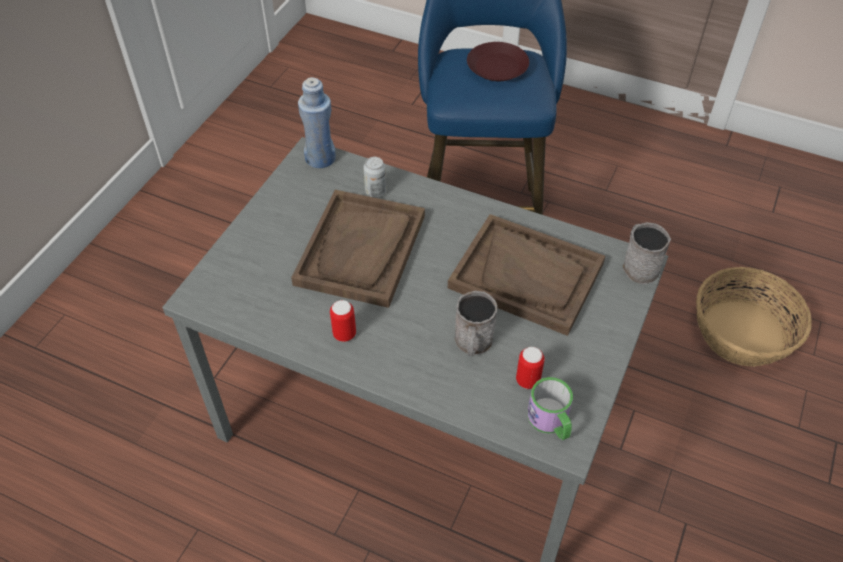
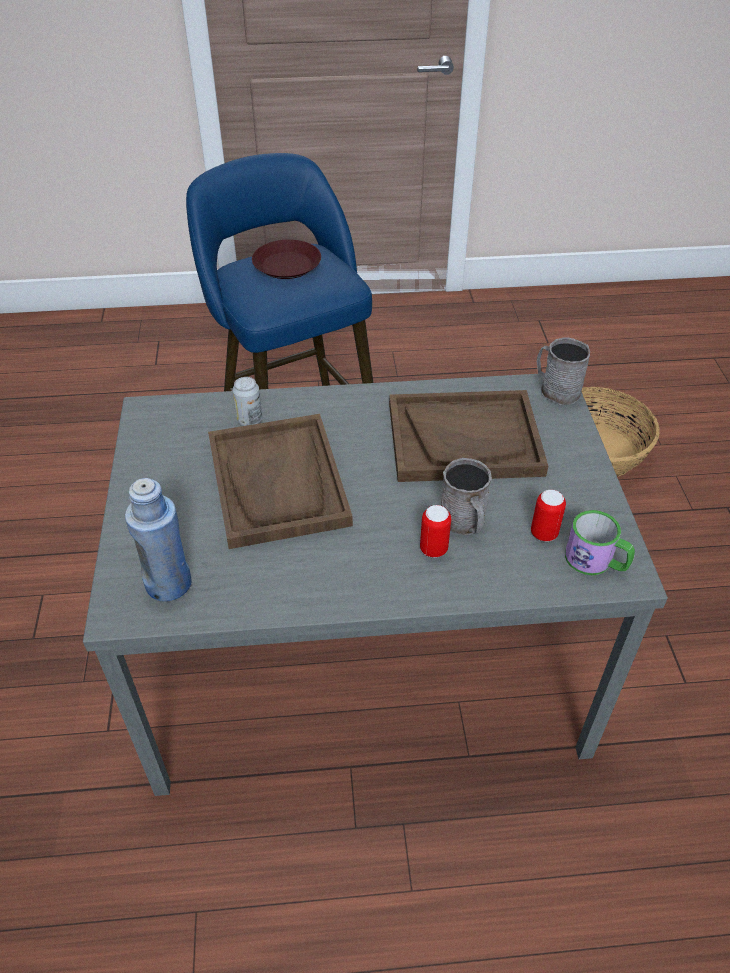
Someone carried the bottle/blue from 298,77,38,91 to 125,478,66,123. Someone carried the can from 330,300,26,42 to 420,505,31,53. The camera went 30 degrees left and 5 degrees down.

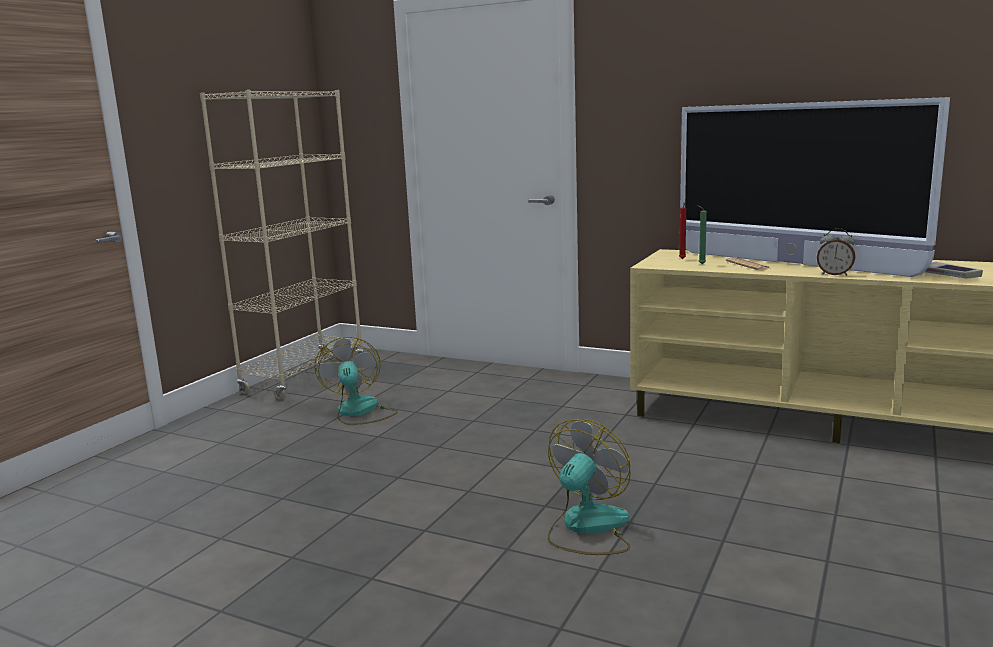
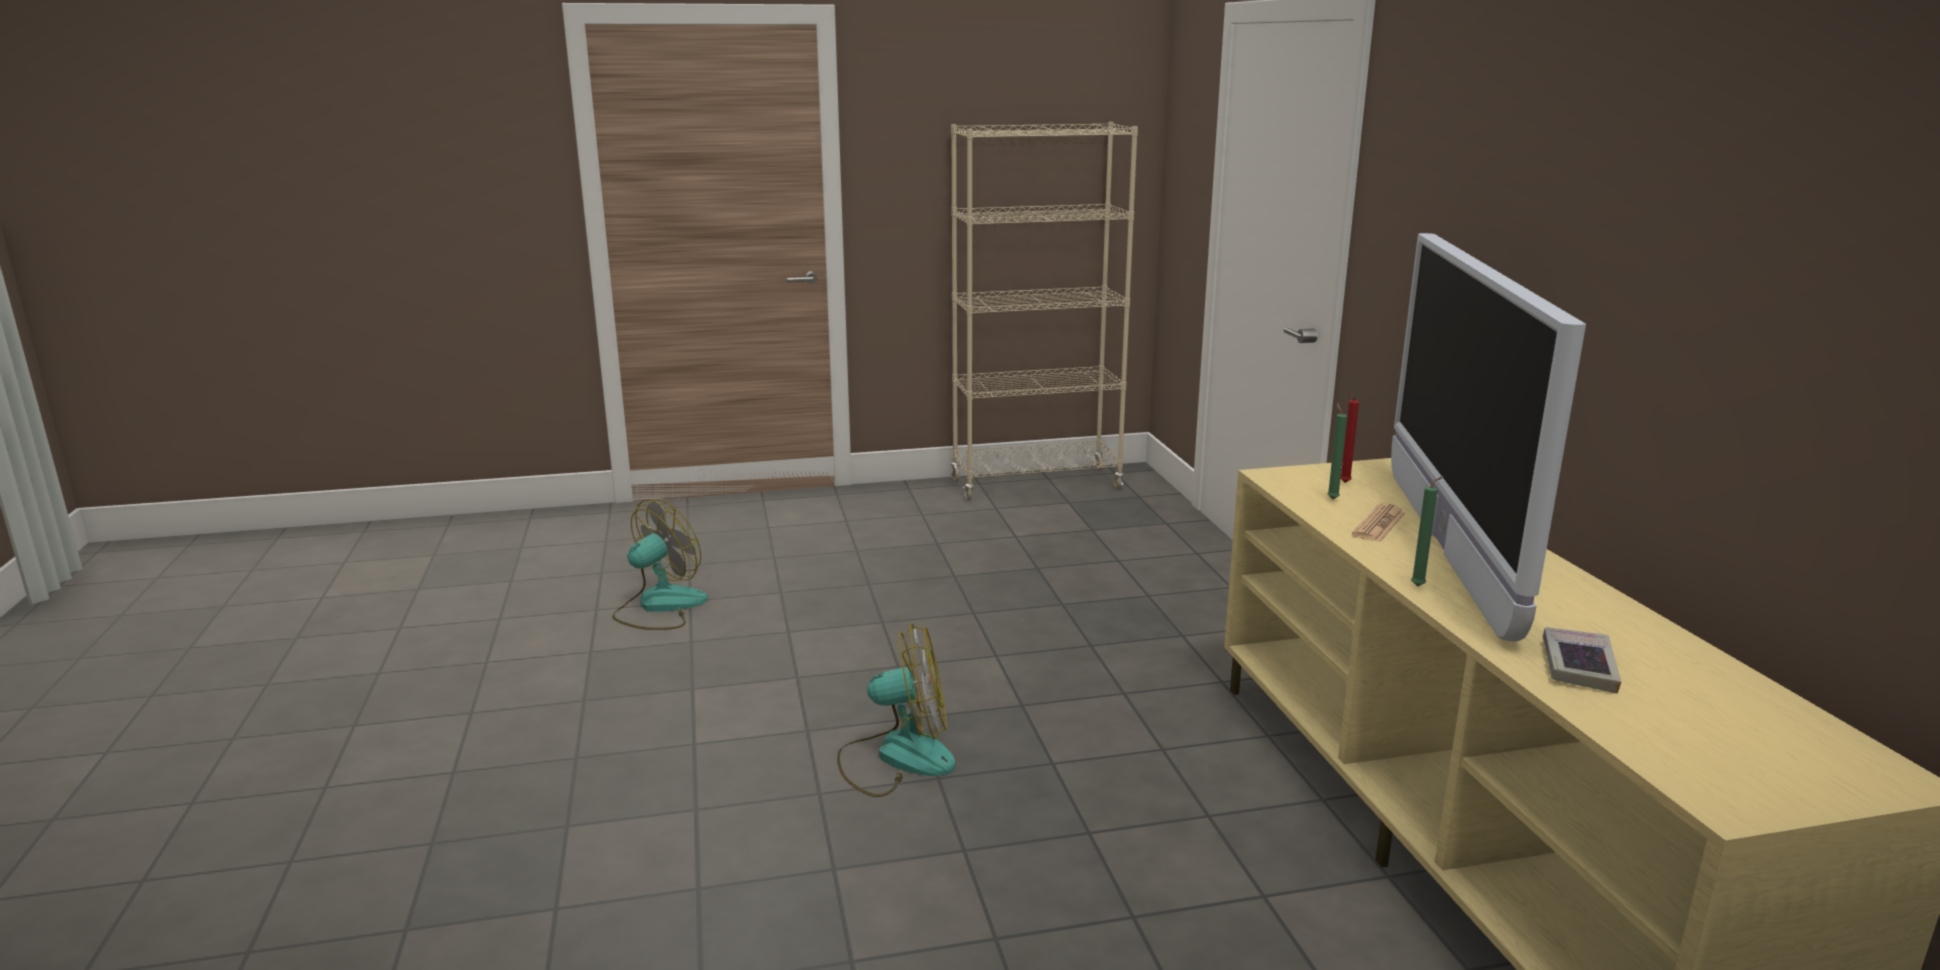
Someone carried the fan from 314,337,84,88 to 612,500,96,130. Someone swapped the alarm clock at 817,228,38,48 for the candle/green at 1411,476,33,111. The camera went 50 degrees right and 5 degrees up.

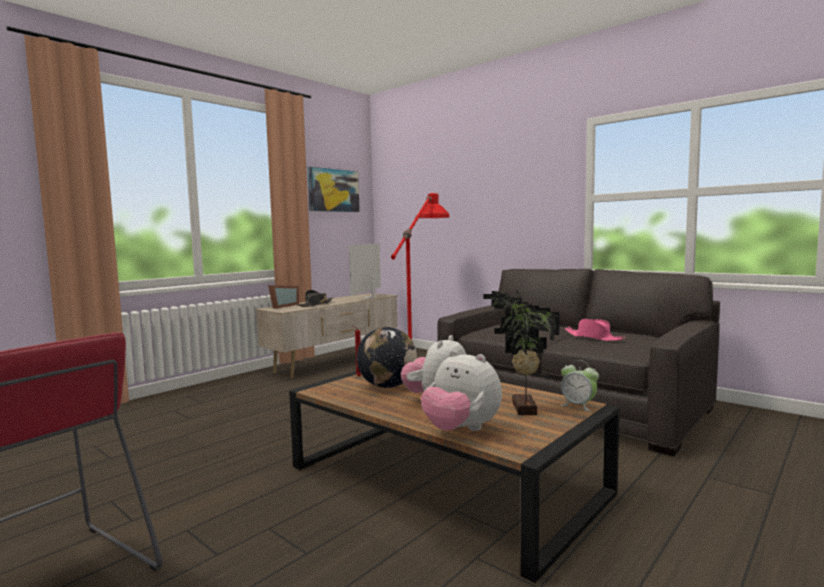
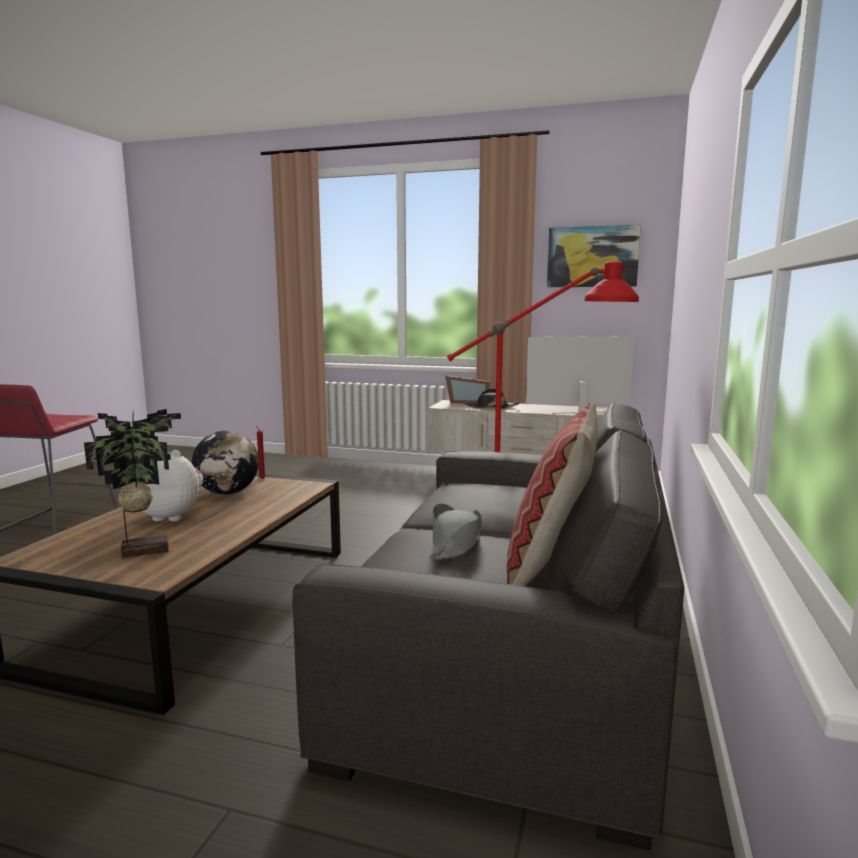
Someone took away the plush toy at 421,350,81,81. Someone took away the alarm clock at 561,360,38,52. Someone repainted the hat/pink at 564,319,61,22, which became the hat/grey at 429,503,53,57. Someone put down the pillow at 507,402,90,184. The camera went 65 degrees right and 5 degrees up.

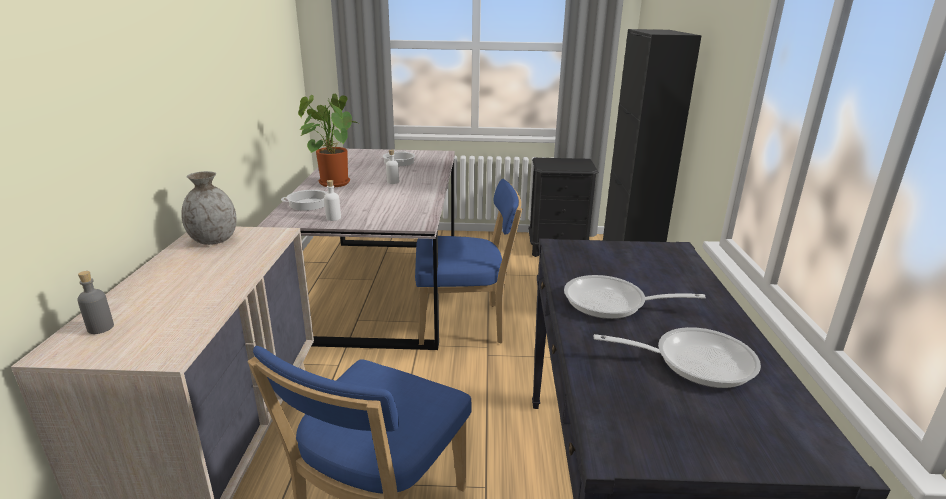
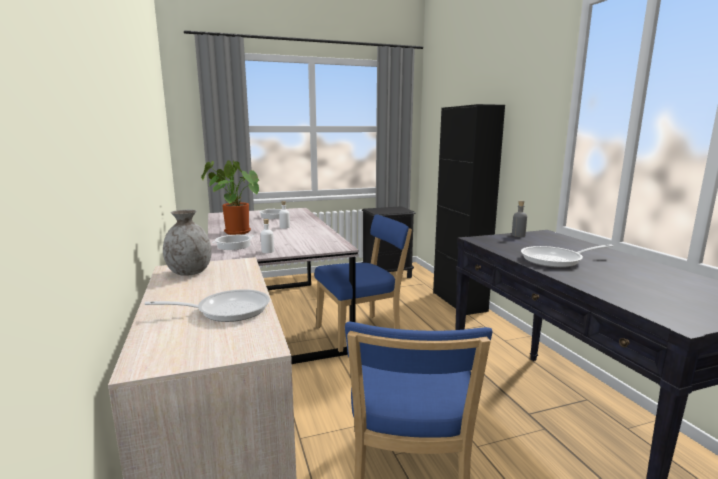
Someone carried the bottle/grey from 77,271,37,63 to 512,201,15,36. Someone carried the frying pan from 594,327,167,61 to 144,289,126,33. The camera went 20 degrees left and 10 degrees down.

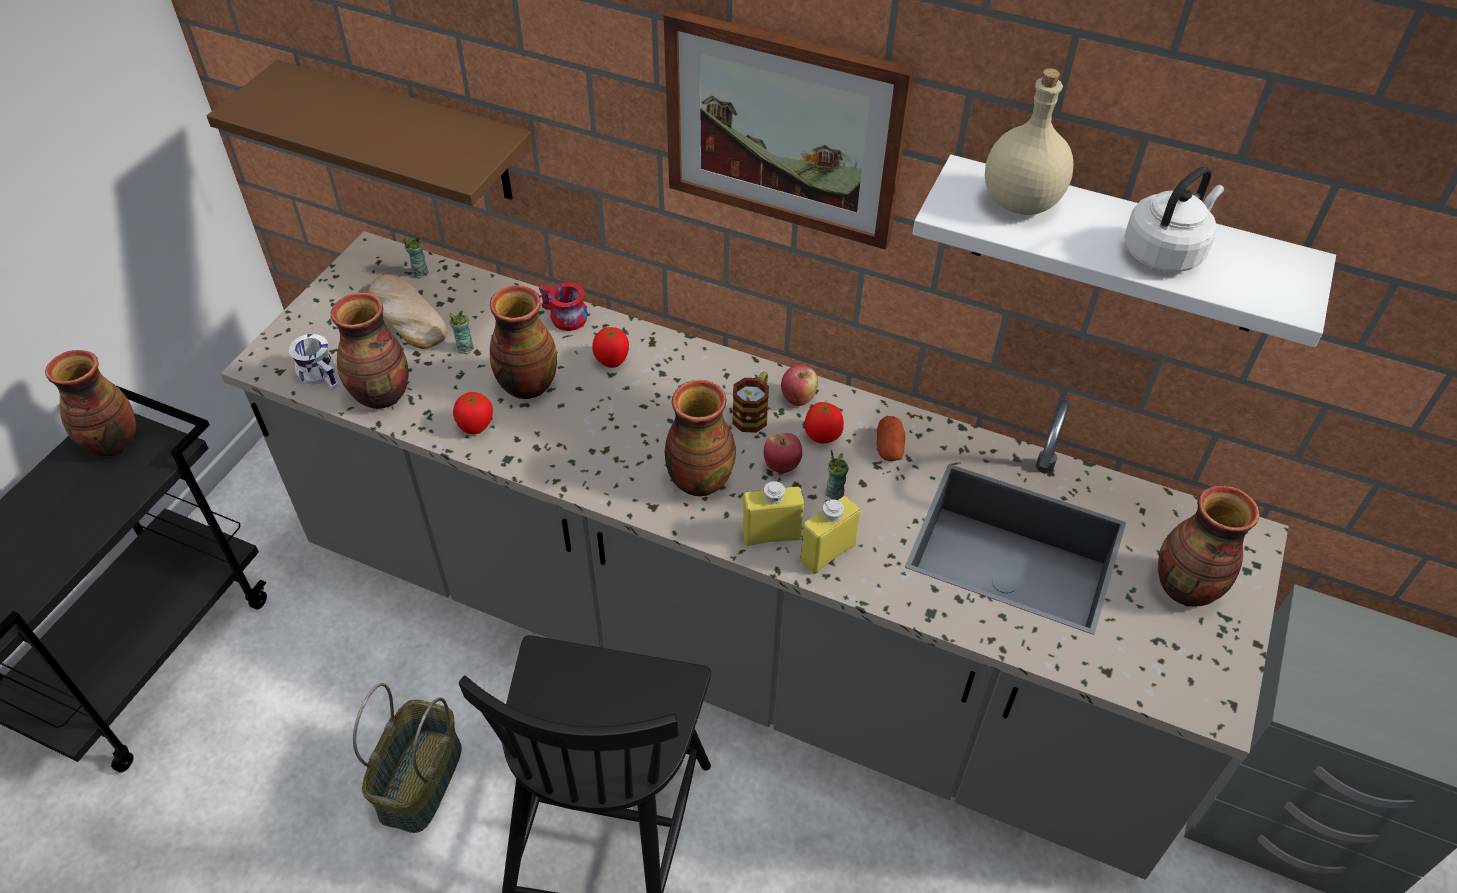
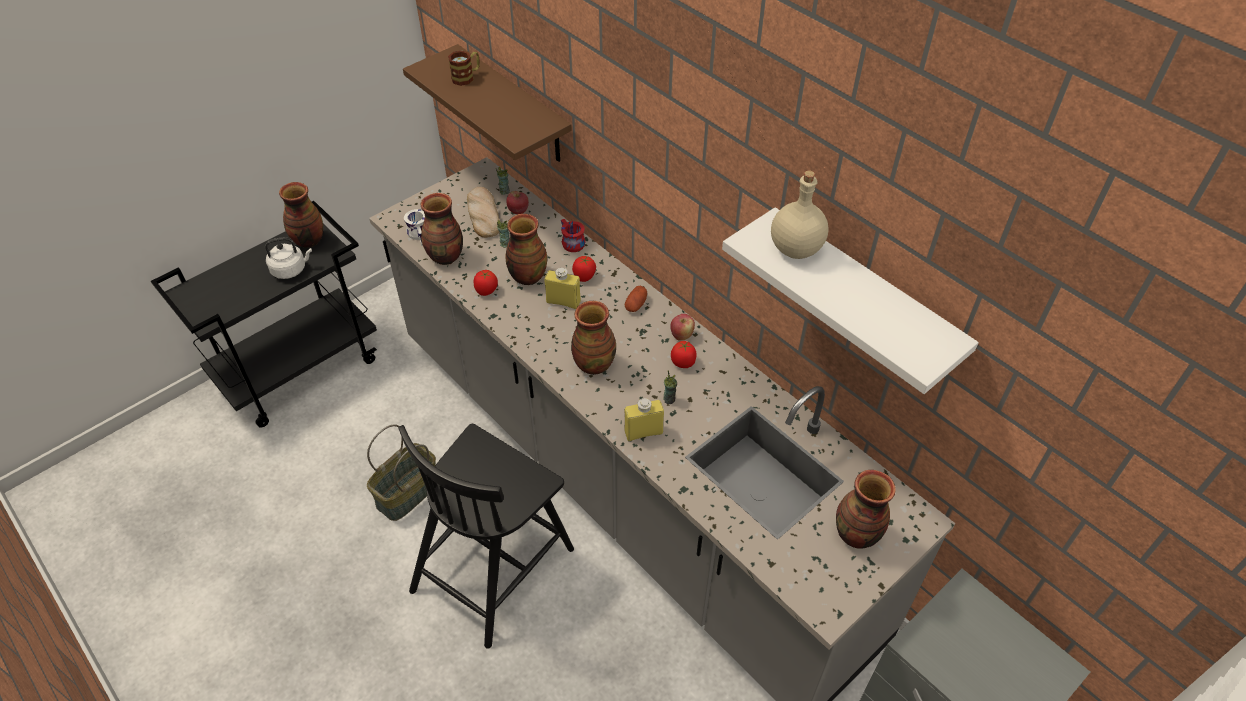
Someone took away the picture at 664,8,251,242. Someone carried the mug from 732,372,37,61 to 448,51,32,35. Someone carried the bottle/yellow from 742,481,62,65 to 544,268,37,41. Someone carried the apple from 764,433,38,40 to 506,191,23,23. Someone carried the potato from 877,416,28,45 to 625,286,22,26. Someone carried the kettle/white from 1124,166,100,106 to 265,237,47,42. The camera went 25 degrees right and 0 degrees up.

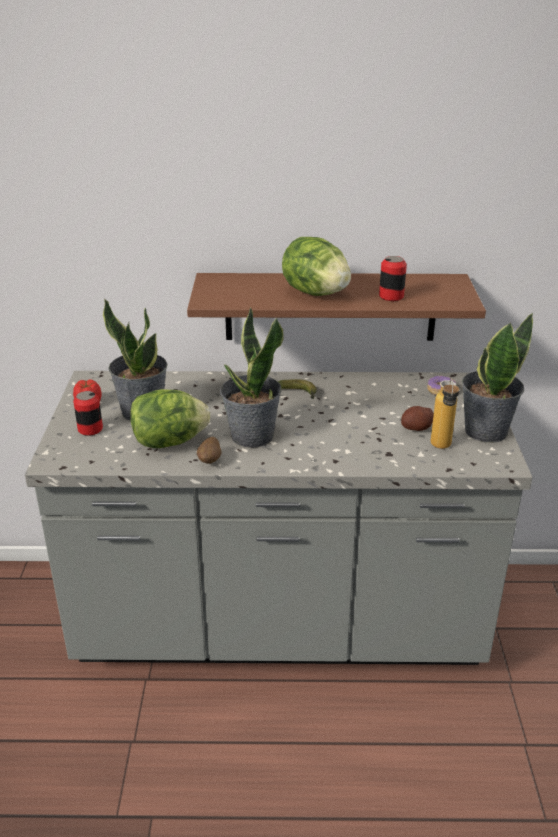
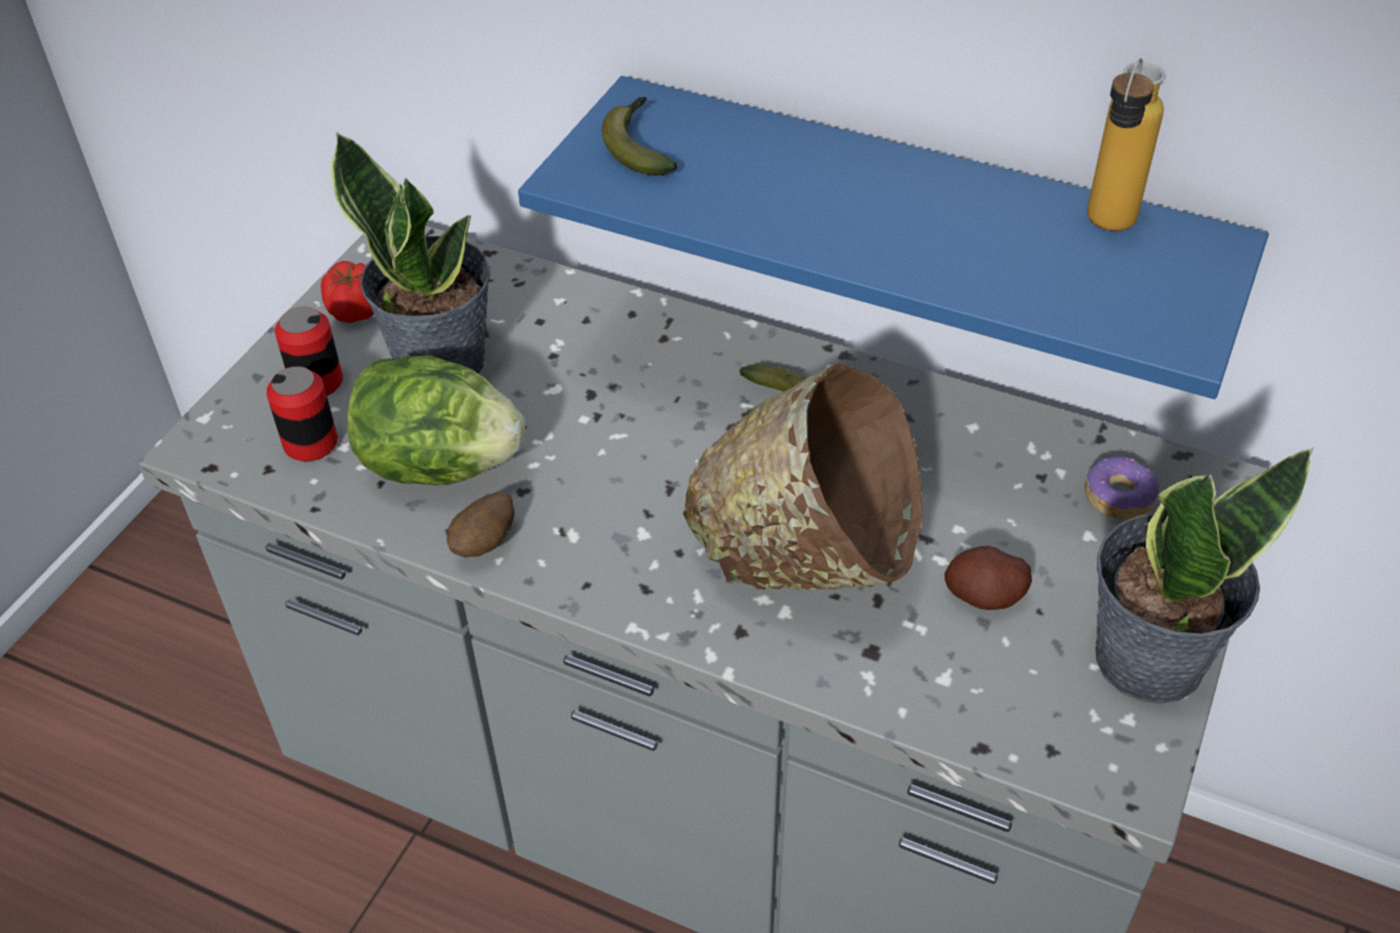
Someone repainted the shelf/brown at 187,273,299,68, which became the shelf/blue at 518,76,751,323. Someone took away the potted plant at 220,307,64,141. Someone took away the lettuce at 282,237,69,59. Someone carried the can from 379,256,28,45 to 266,366,72,95. Someone carried the bottle from 431,378,28,71 to 1087,58,79,173. Someone put down the banana at 602,97,75,78. Someone put down the bowl/brown at 683,364,240,227. The camera went 25 degrees right and 15 degrees up.

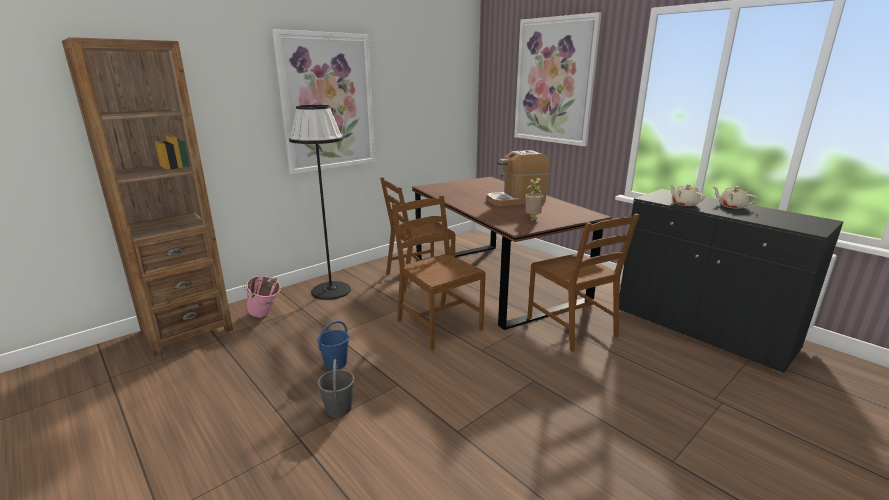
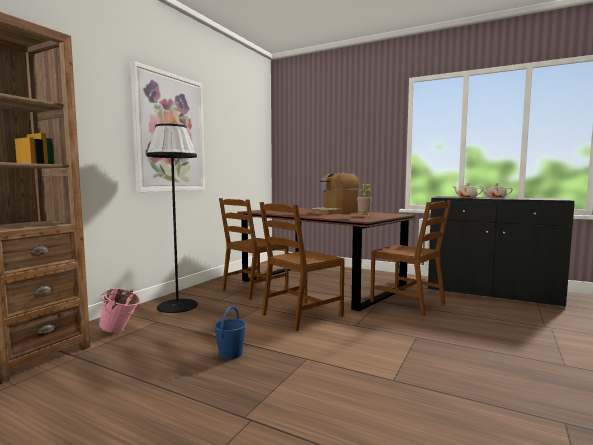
Someone took away the bucket/grey at 317,359,37,58. Someone rotated the chair/brown at 392,195,94,155 by 75 degrees counterclockwise. Someone took away the picture at 514,12,88,134. The camera went 20 degrees left and 15 degrees down.

